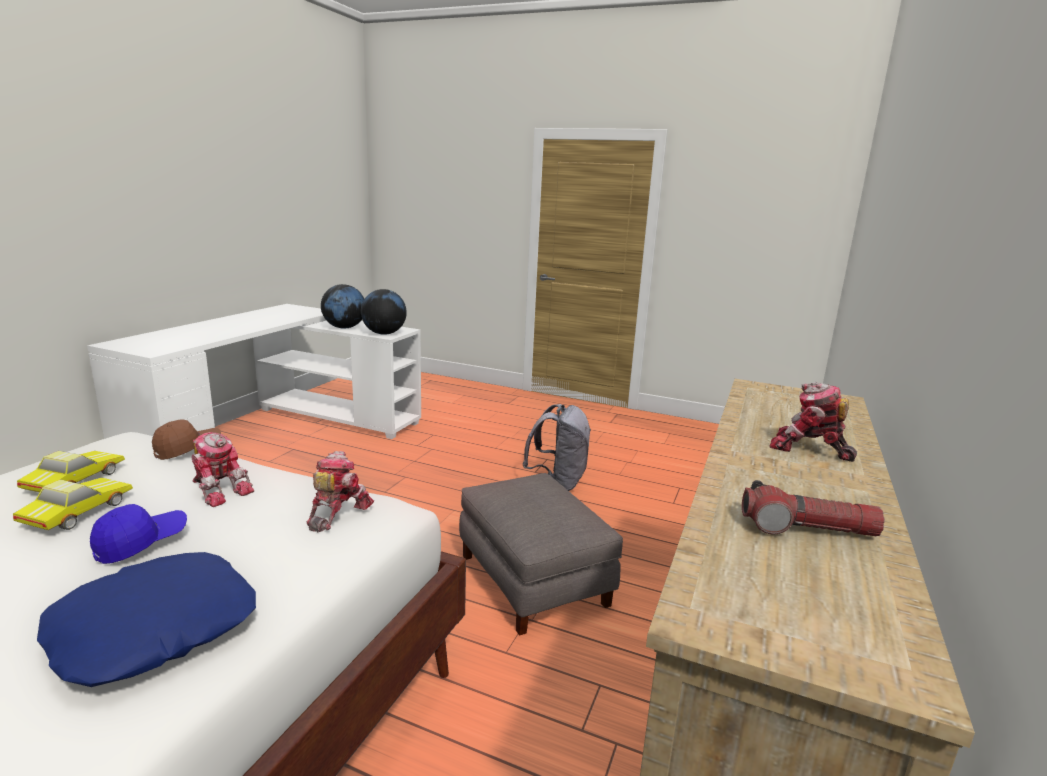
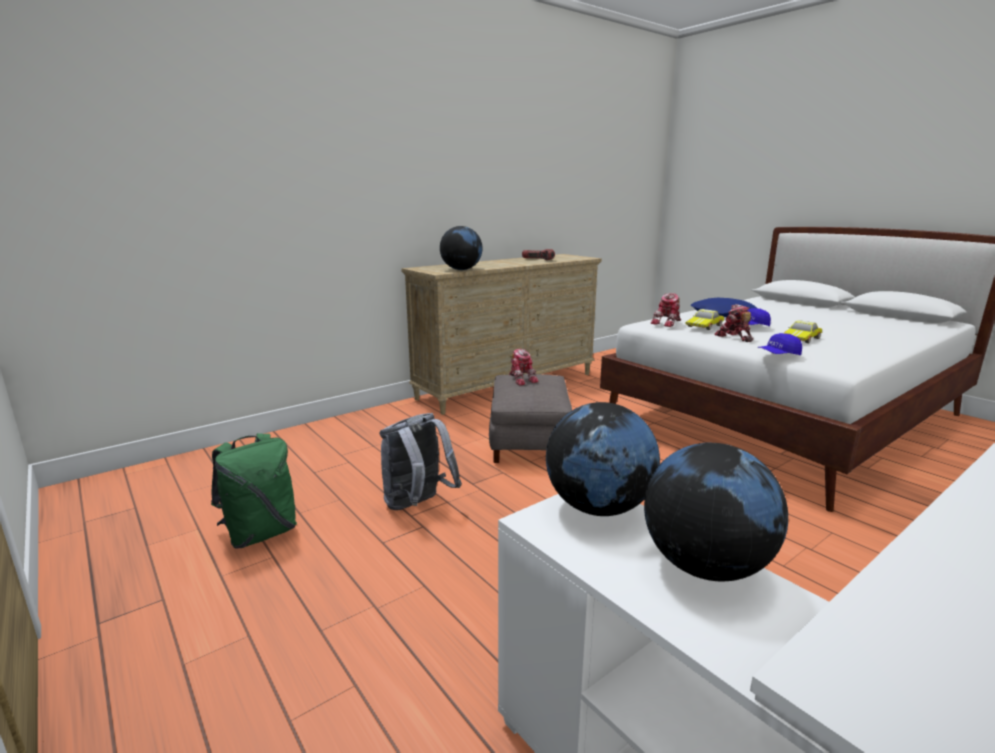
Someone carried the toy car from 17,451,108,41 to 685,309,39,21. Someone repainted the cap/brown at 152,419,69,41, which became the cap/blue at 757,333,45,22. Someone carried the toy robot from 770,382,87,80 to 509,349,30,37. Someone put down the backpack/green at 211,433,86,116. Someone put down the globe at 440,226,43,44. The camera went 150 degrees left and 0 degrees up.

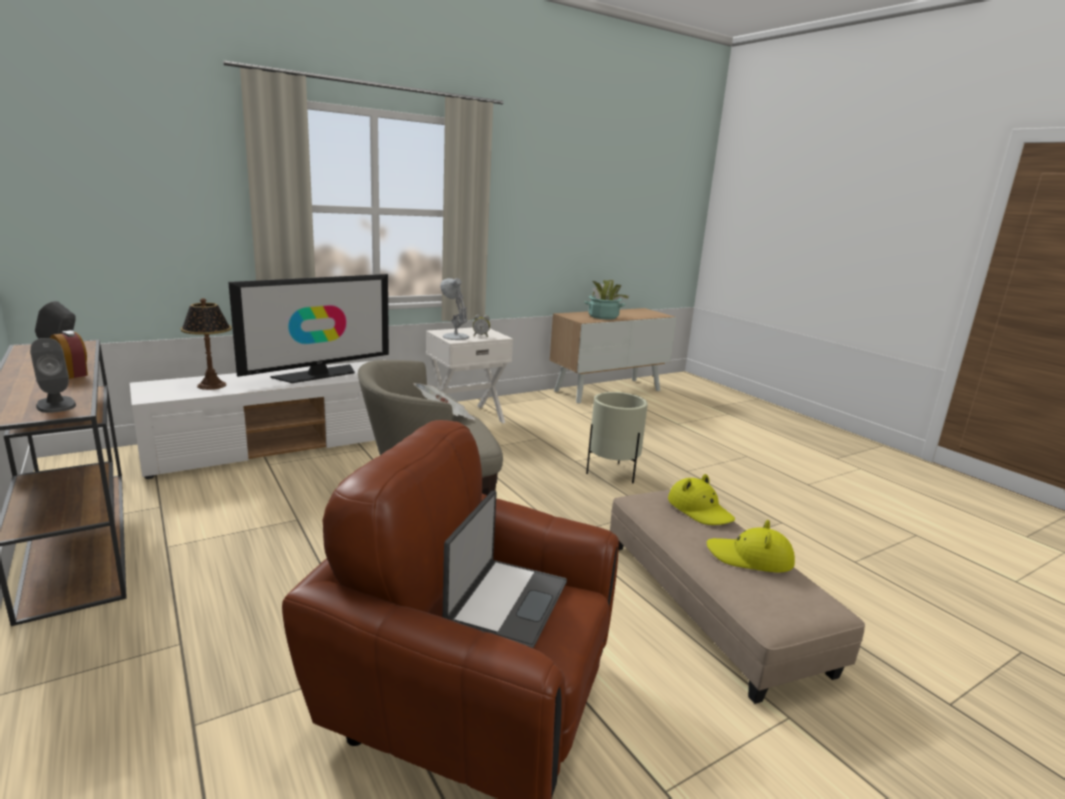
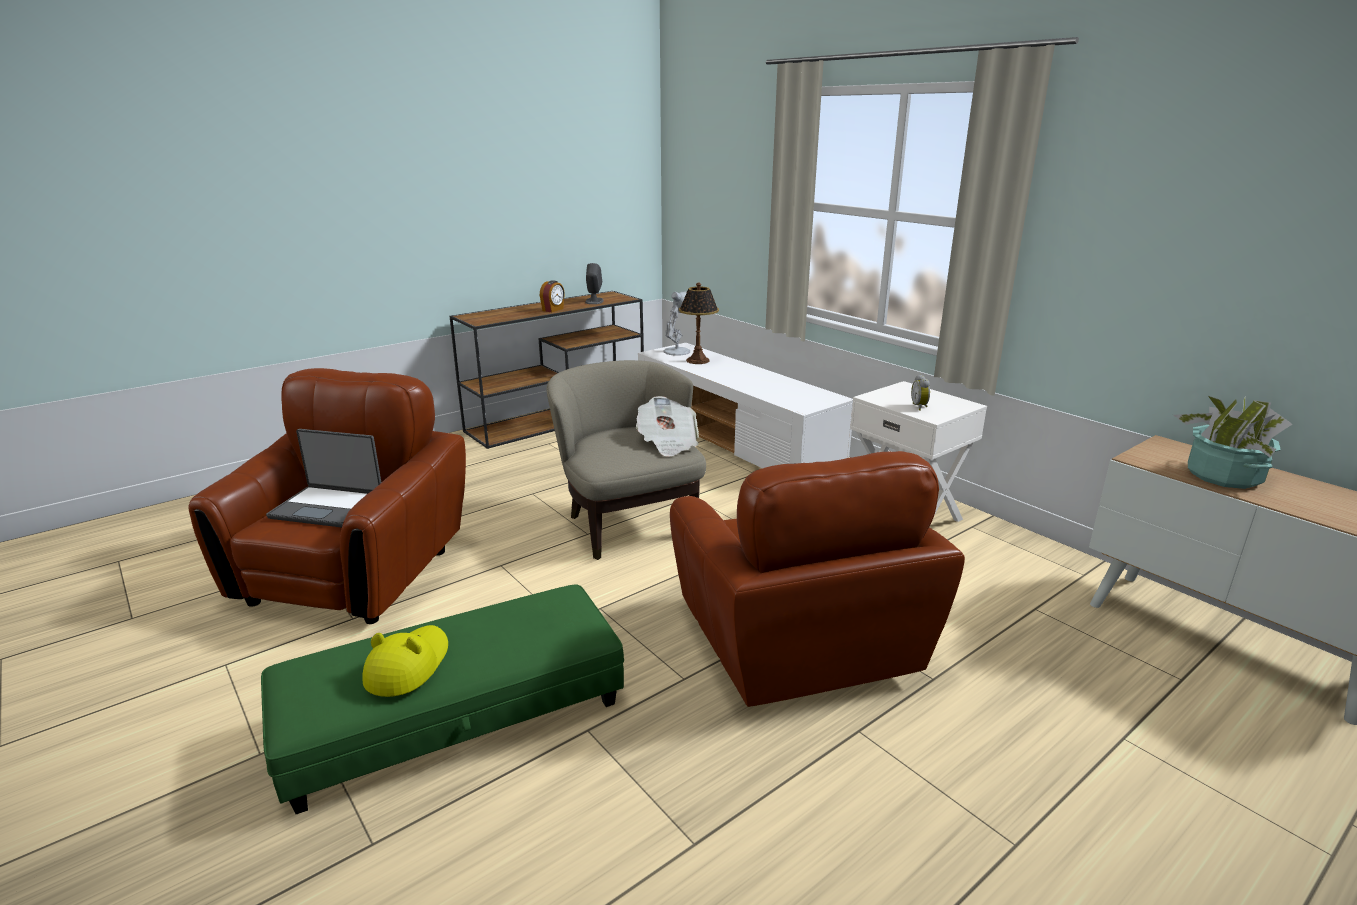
Someone took away the speaker/grey at 30,338,46,75. Someone took away the television at 228,274,161,109. Someone carried the table lamp/white from 440,278,29,62 to 664,292,26,64. Someone swapped the planter/beige at 586,392,62,91 for the armchair/brown at 670,451,295,256. Someone repainted the ottoman/beige at 610,490,255,214, which became the ottoman/green at 261,584,363,230. Someone took away the hat/yellow at 668,474,67,51. The camera went 85 degrees right and 5 degrees up.

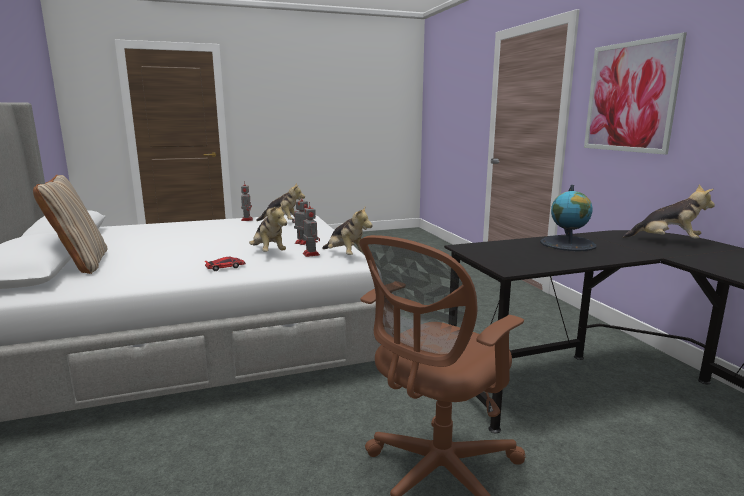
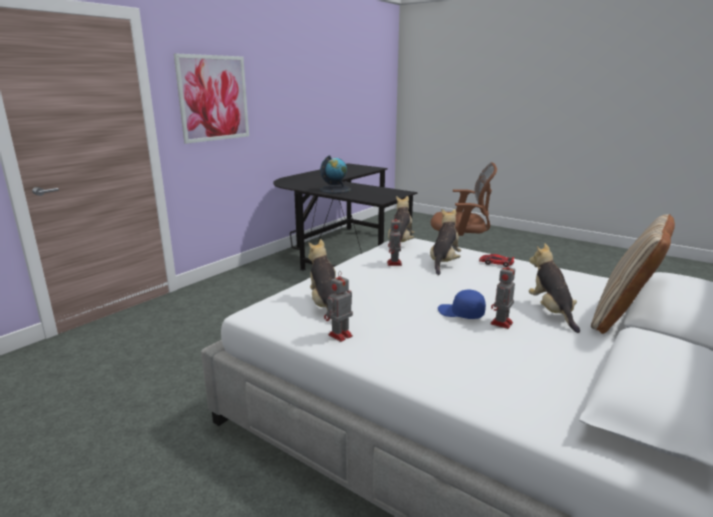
Someone carried the toy robot from 303,202,17,55 to 490,261,25,68. Someone carried the plush toy from 623,185,92,54 to 529,243,51,90. Someone put down the cap/blue at 438,290,48,29. The camera went 125 degrees left and 5 degrees up.

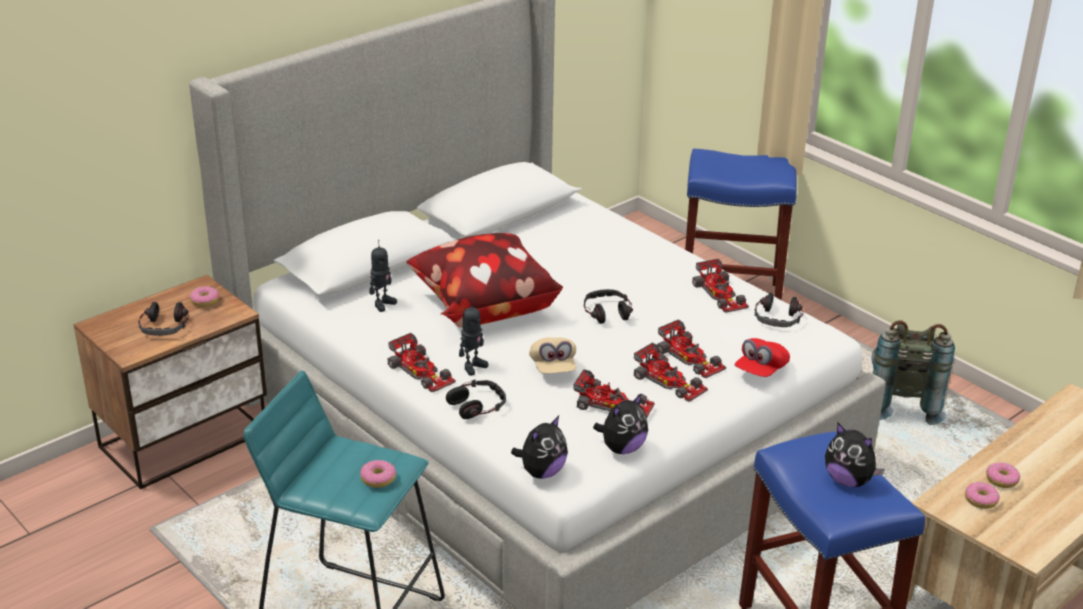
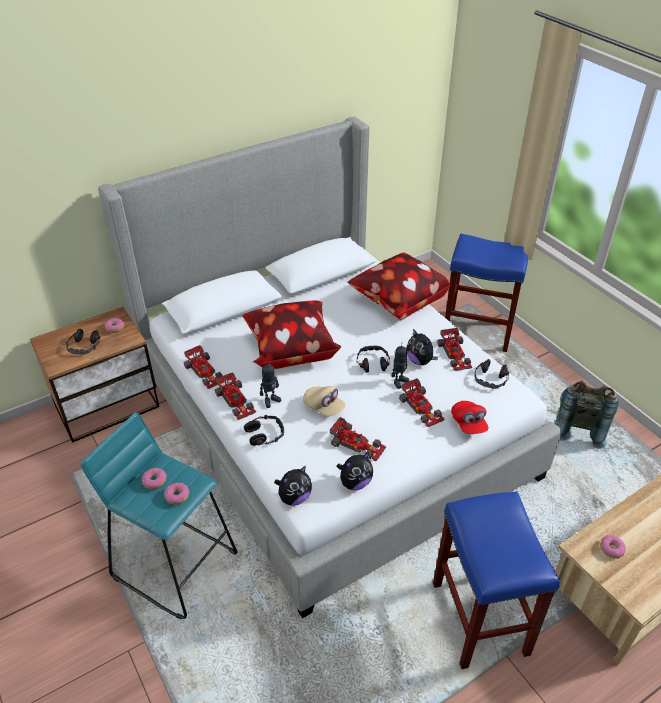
Someone carried the toy robot from 369,240,28,72 to 391,346,19,43. Someone rotated the cap/beige at 529,337,47,36 by 45 degrees counterclockwise. Someone carried the toy car from 634,343,74,59 to 184,345,38,44. Someone rotated the cap/red at 735,338,55,39 by 60 degrees counterclockwise. Someone carried the plush toy from 825,422,60,65 to 407,329,31,36. Someone carried the donut from 986,462,34,26 to 142,468,25,21. Someone put down the pillow at 347,253,104,67. The camera went 10 degrees right and 10 degrees up.

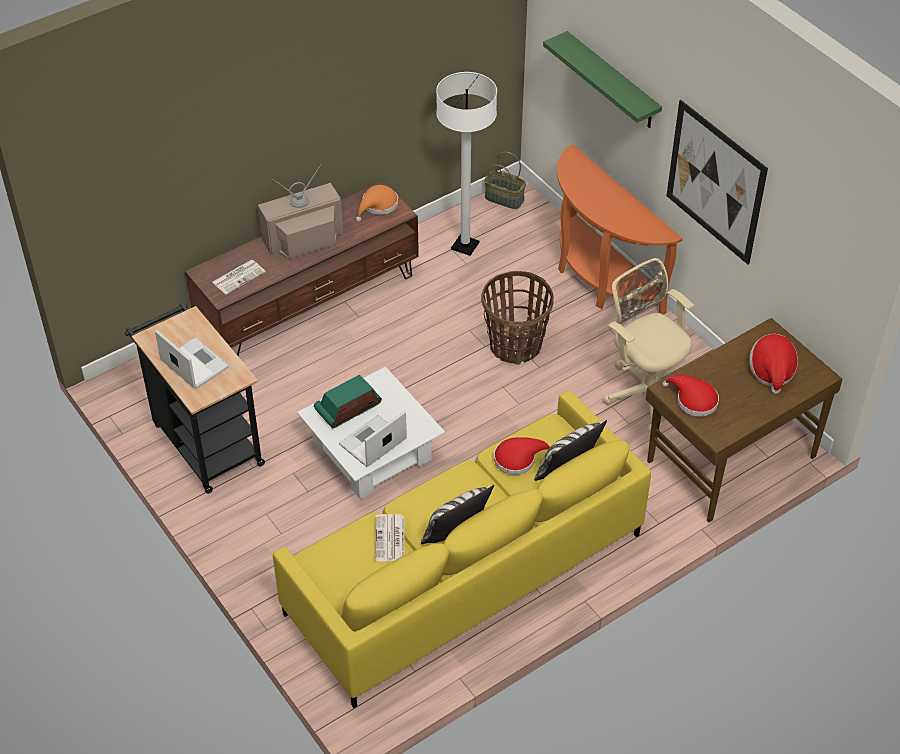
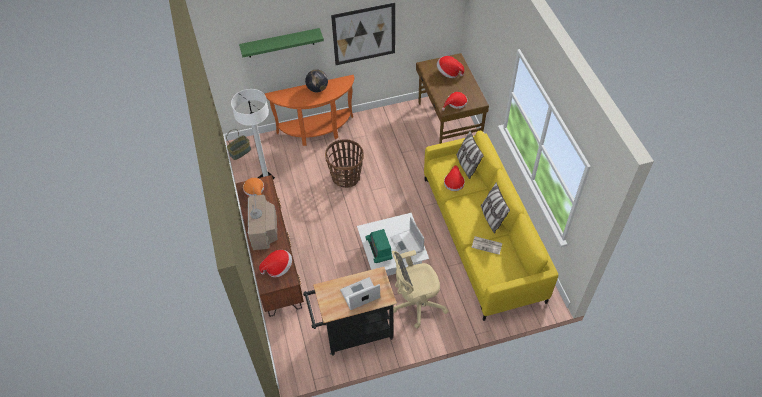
Someone swapped the newspaper at 212,260,54,35 for the hat at 259,250,33,27. Someone carried the office chair/beige from 602,258,92,174 to 392,250,57,79. Someone put down the globe at 305,69,23,23. The camera went 70 degrees left and 5 degrees up.

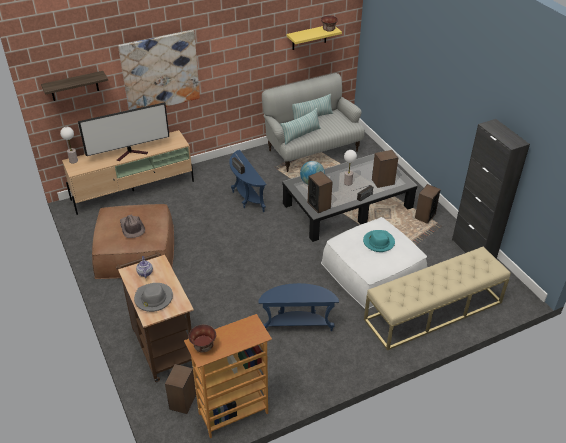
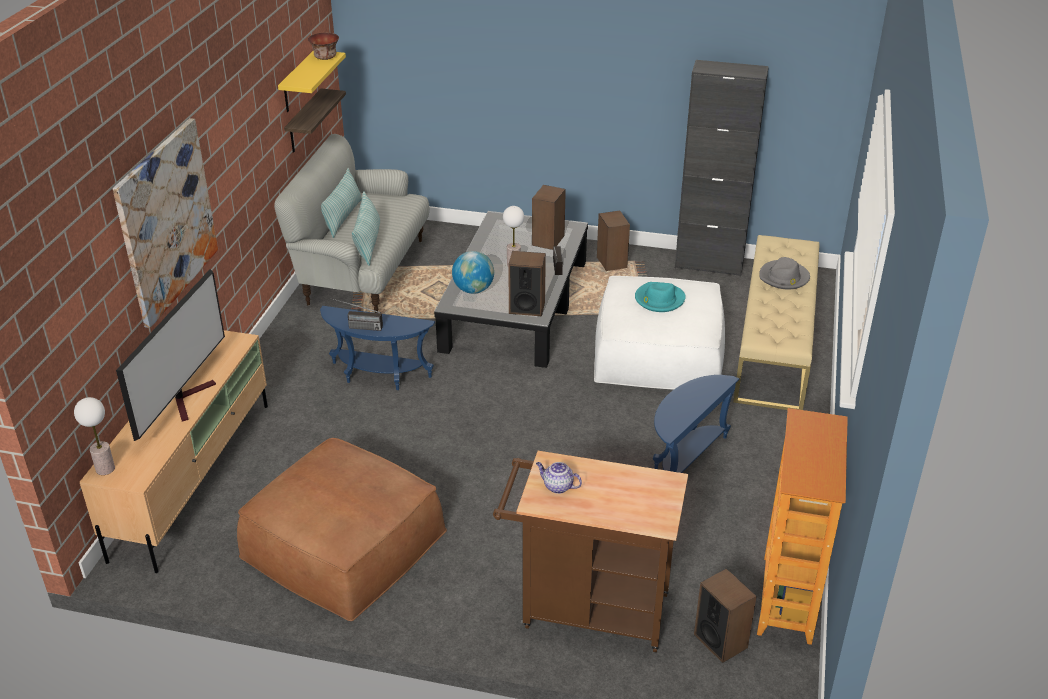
Someone carried the shelf from 41,71,67,30 to 284,89,62,64. Someone took away the hat/brown at 120,215,25,23. Someone carried the hat/grey from 134,283,39,29 to 759,257,51,32. Someone took away the bowl at 189,324,27,29. The camera went 50 degrees left and 5 degrees down.

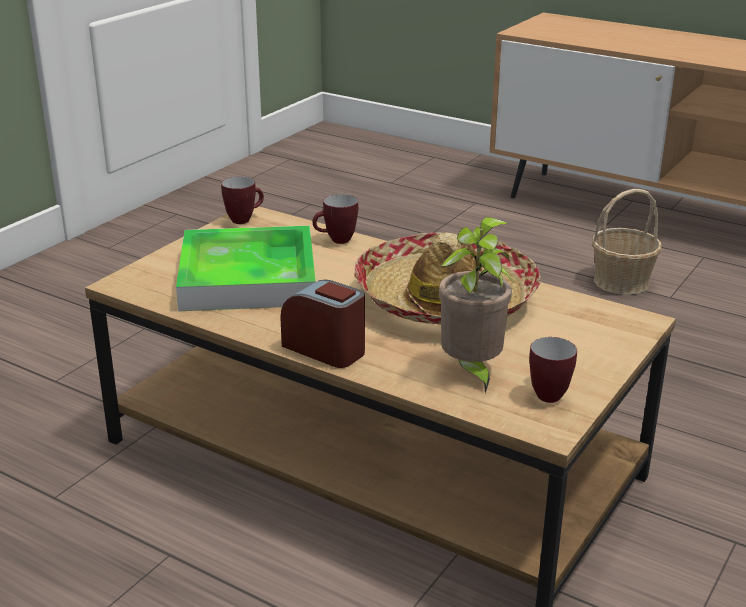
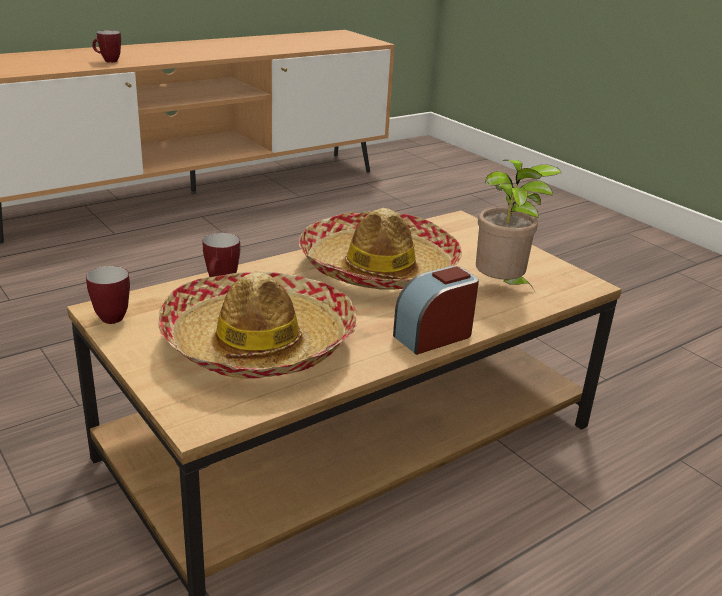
Someone swapped the tray at 176,226,140,85 for the hat at 158,272,199,107. Someone carried the mug from 529,337,48,66 to 92,30,29,33. Someone took away the basket at 592,189,70,106. The camera went 70 degrees left and 0 degrees up.

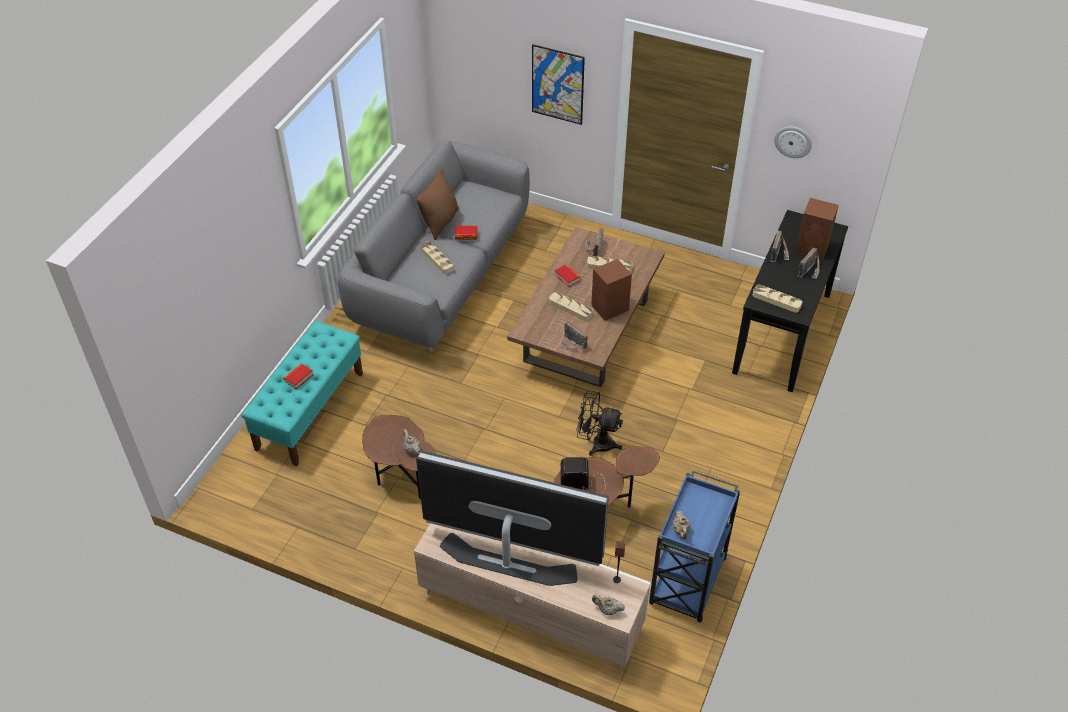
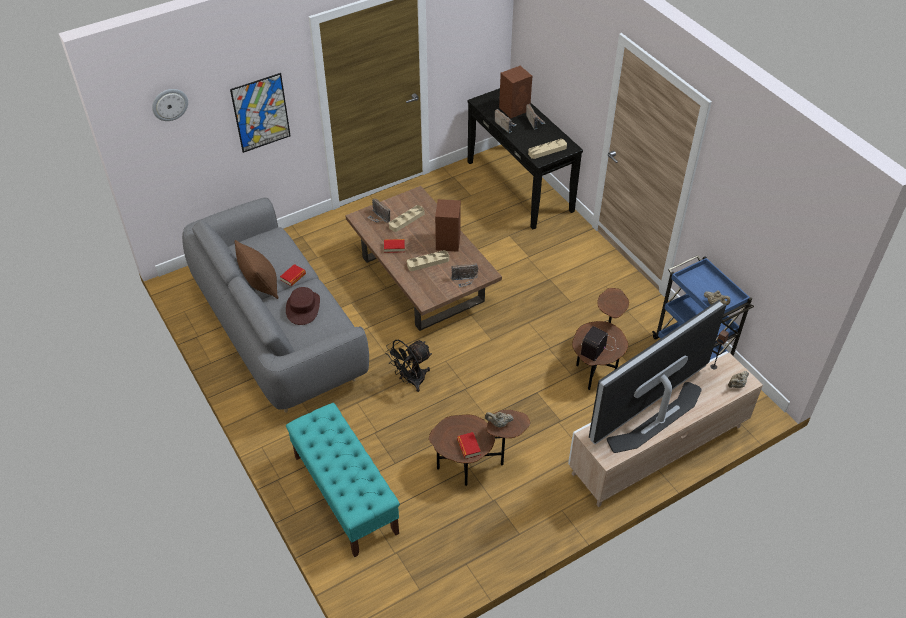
Someone carried the book from 283,363,31,26 to 457,432,24,27. Someone swapped the tray/beige at 421,241,33,33 for the hat/brown at 286,287,34,38. Someone carried the fan/black from 576,391,47,65 to 385,340,47,52. Someone carried the wall clock from 774,126,38,32 to 152,89,36,32. The camera went 55 degrees left and 0 degrees up.

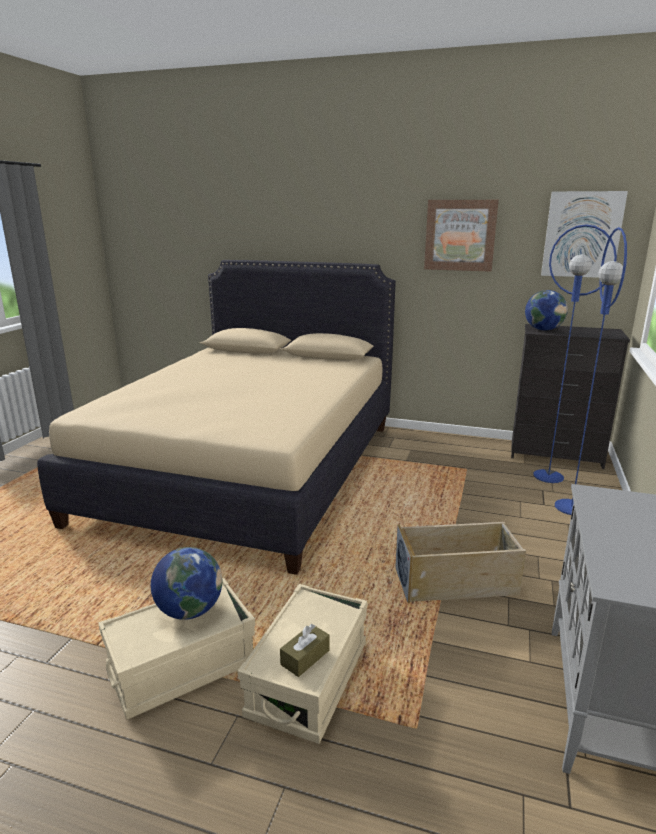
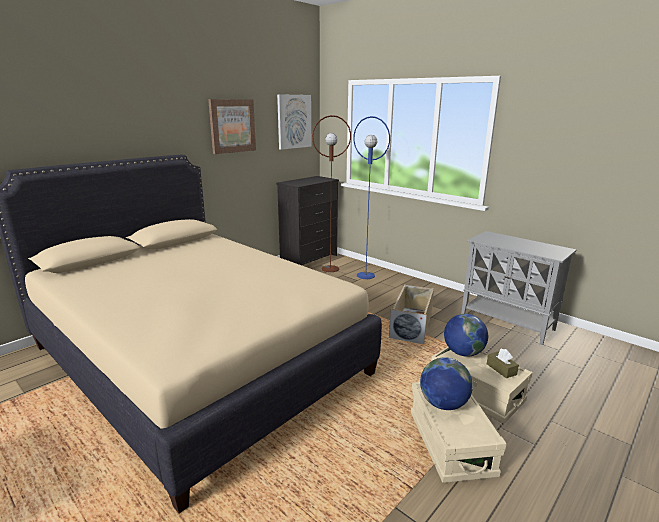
Someone carried the globe from 525,290,43,40 to 444,314,44,43. Someone repainted the floor lamp/blue at 533,224,84,259, which became the floor lamp/brown at 312,115,39,157. The camera went 65 degrees left and 0 degrees up.

